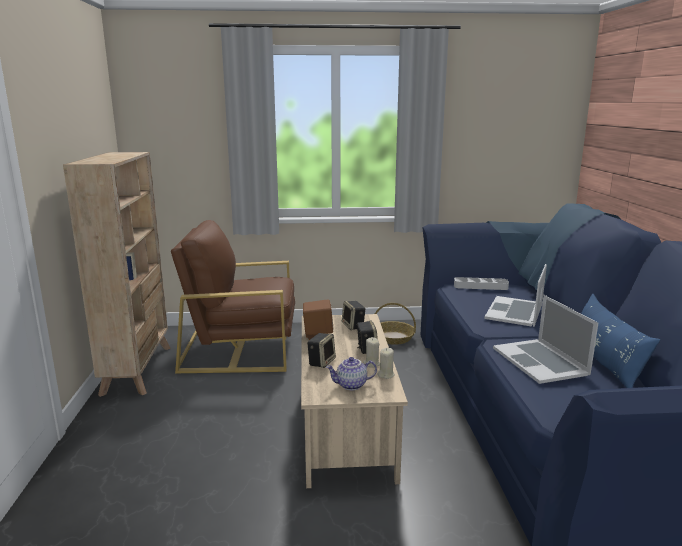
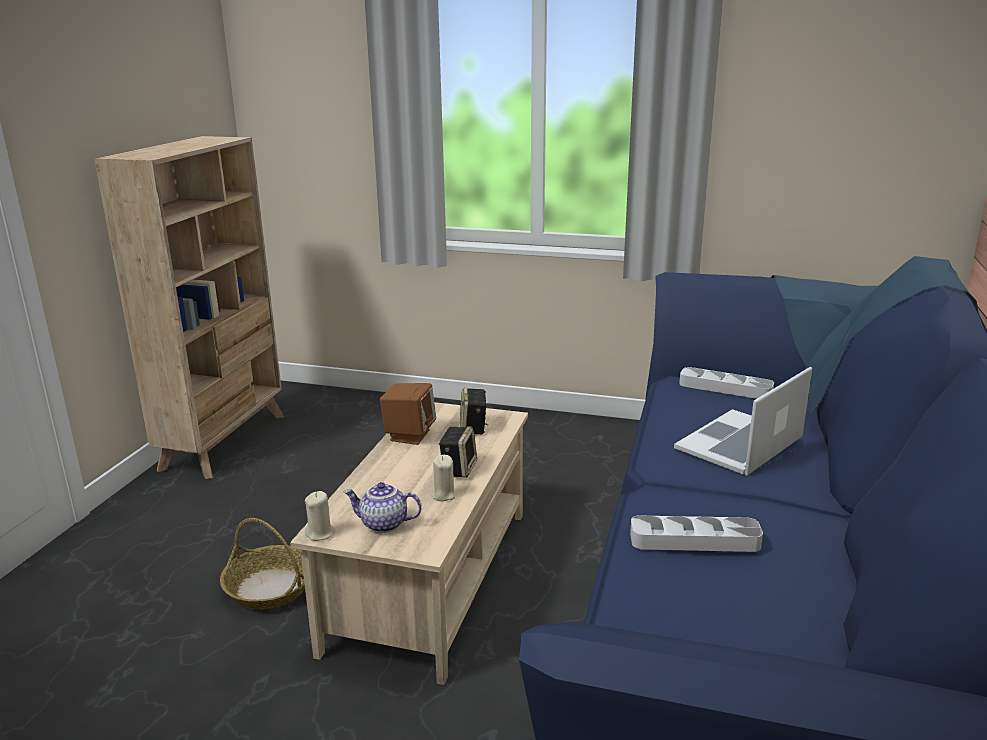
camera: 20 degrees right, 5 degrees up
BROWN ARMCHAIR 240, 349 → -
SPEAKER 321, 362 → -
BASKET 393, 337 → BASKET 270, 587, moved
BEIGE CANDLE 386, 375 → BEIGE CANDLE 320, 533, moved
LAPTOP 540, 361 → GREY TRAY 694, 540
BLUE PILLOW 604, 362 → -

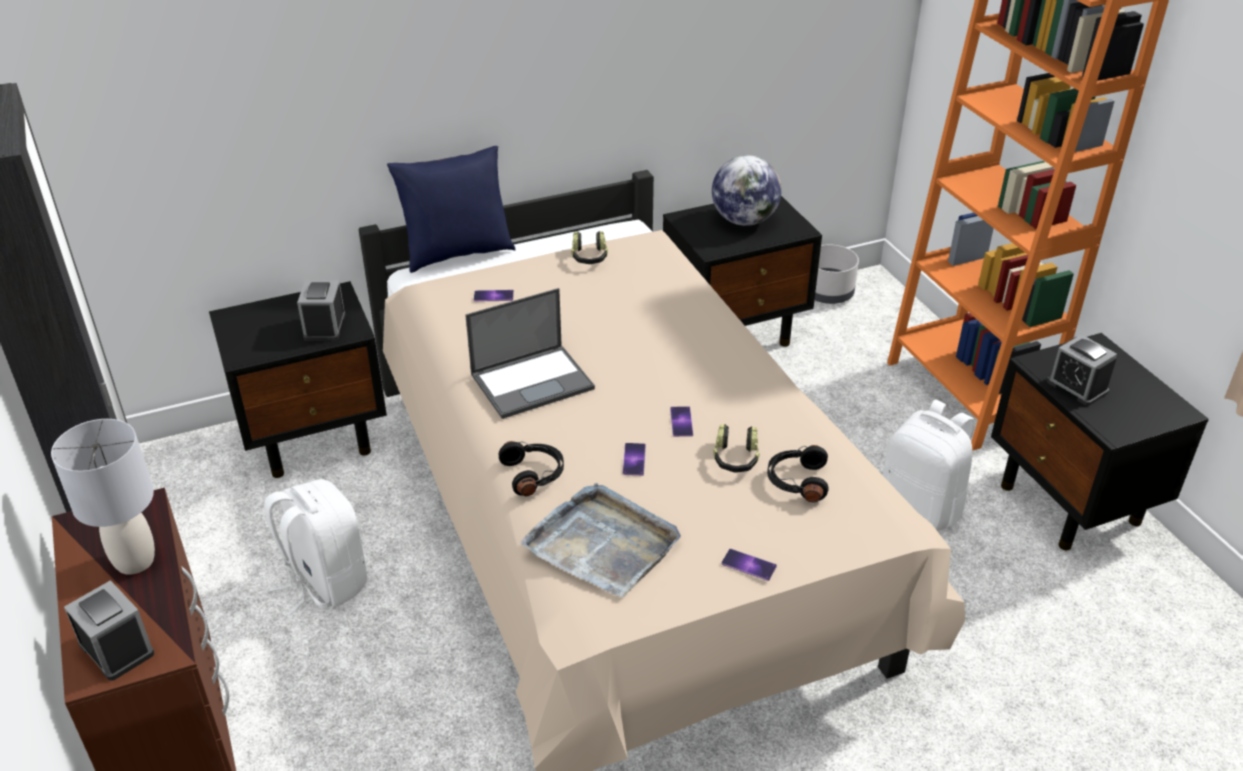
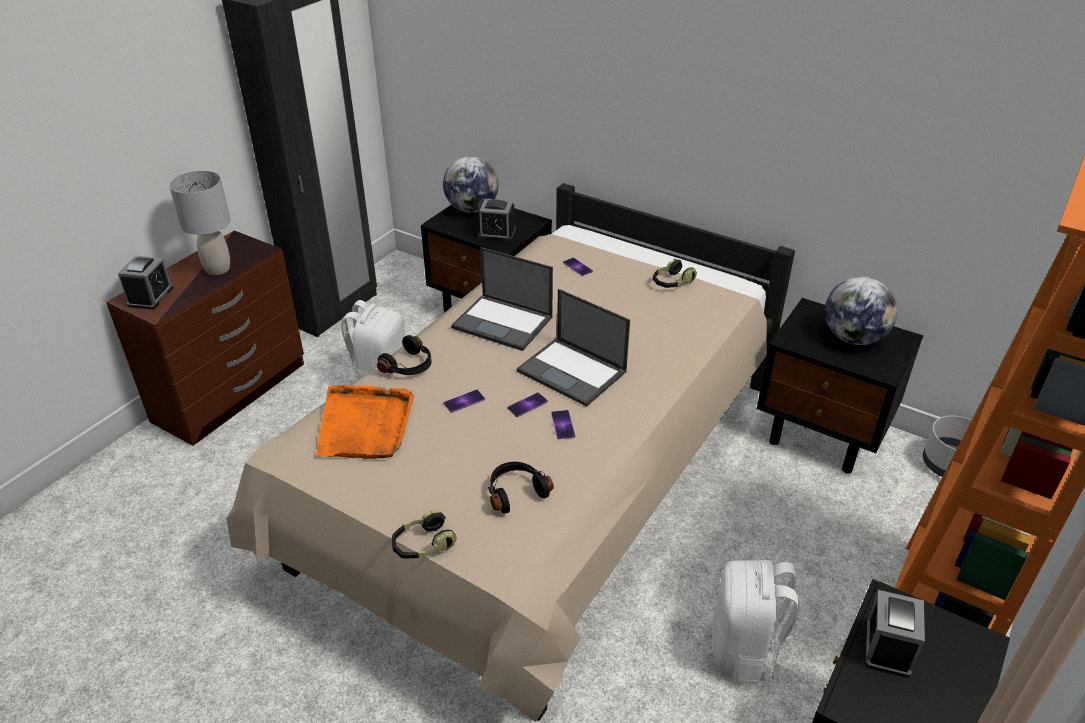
camera: 55 degrees right, 0 degrees up
ALARM CLOCK 325, 326 → ALARM CLOCK 497, 233, 135 degrees counterclockwise
BLUE PILLOW 457, 253 → -
GREY TRAY 603, 543 → ORANGE TRAY 365, 425
HEADPHONES 735, 459 → HEADPHONES 423, 545, moved
PHONE 748, 565 → PHONE 563, 424, moved
- → GLOBE 472, 209
- → LAPTOP 573, 372

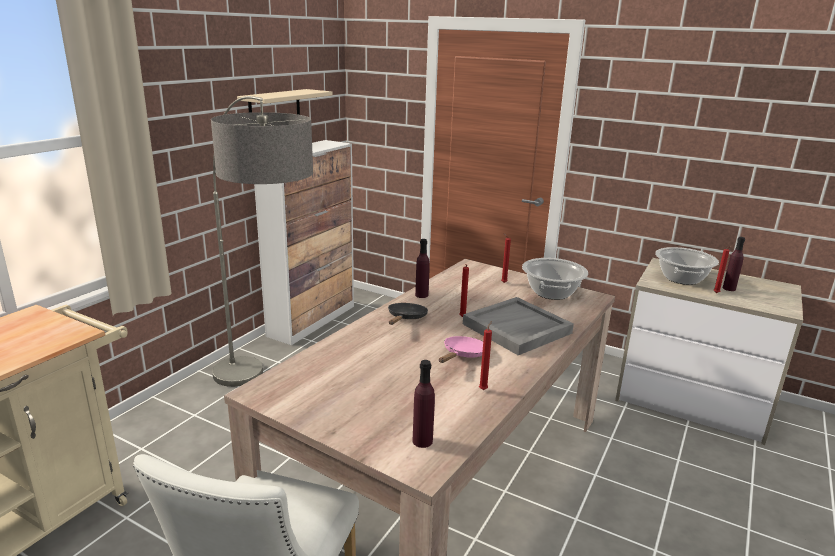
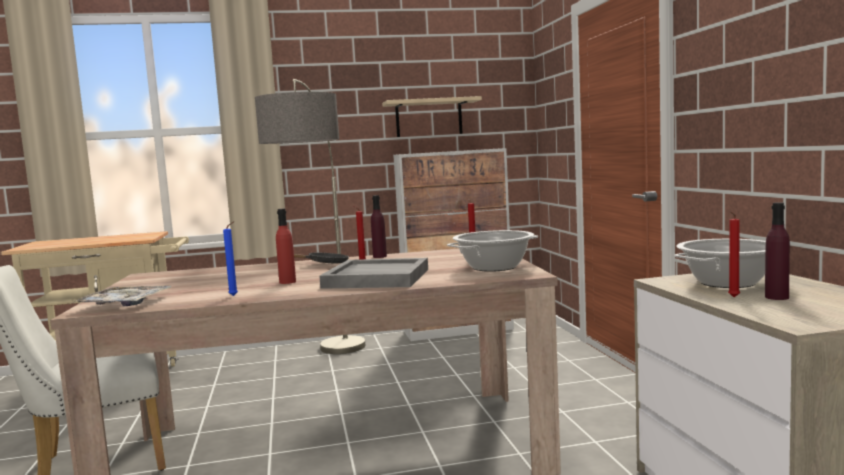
camera: 50 degrees right, 15 degrees down
PURPLE BOTTLE 422, 441 → TRAY 125, 303
PINK FRYING PAN 463, 355 → RED BOTTLE 287, 282
RED CANDLE 483, 389 → BLUE CANDLE 235, 295

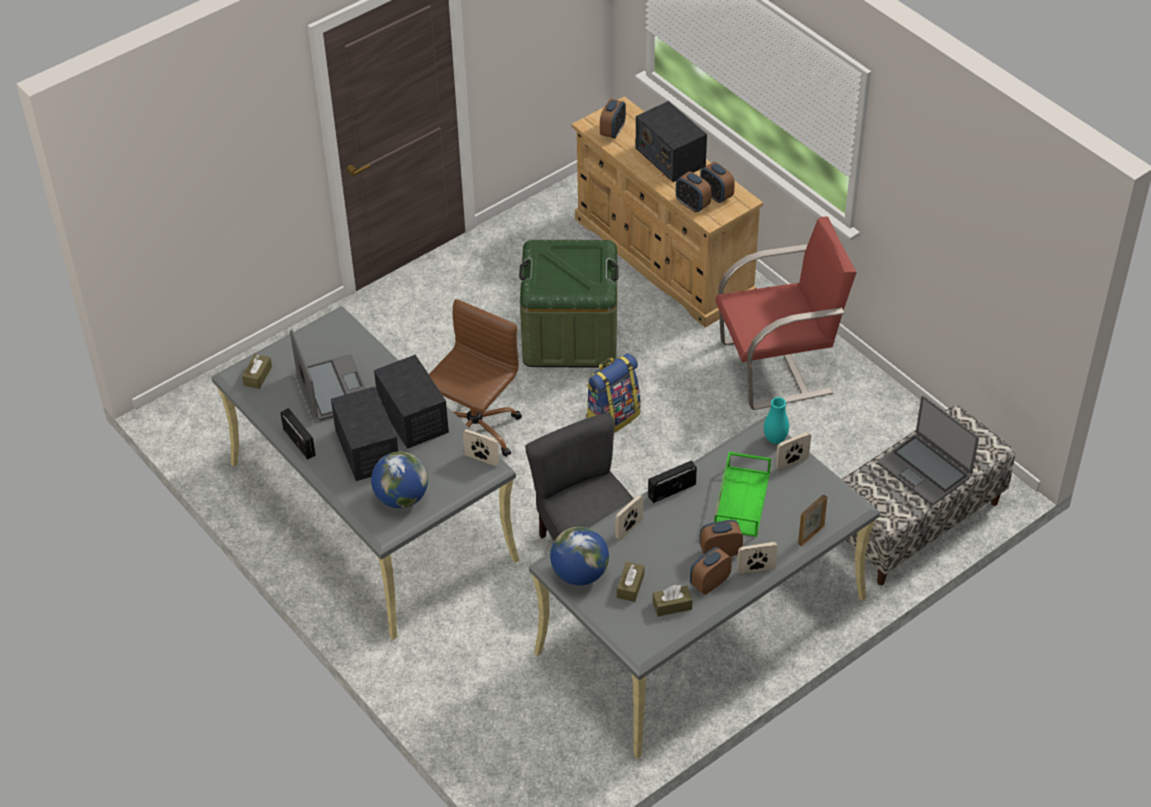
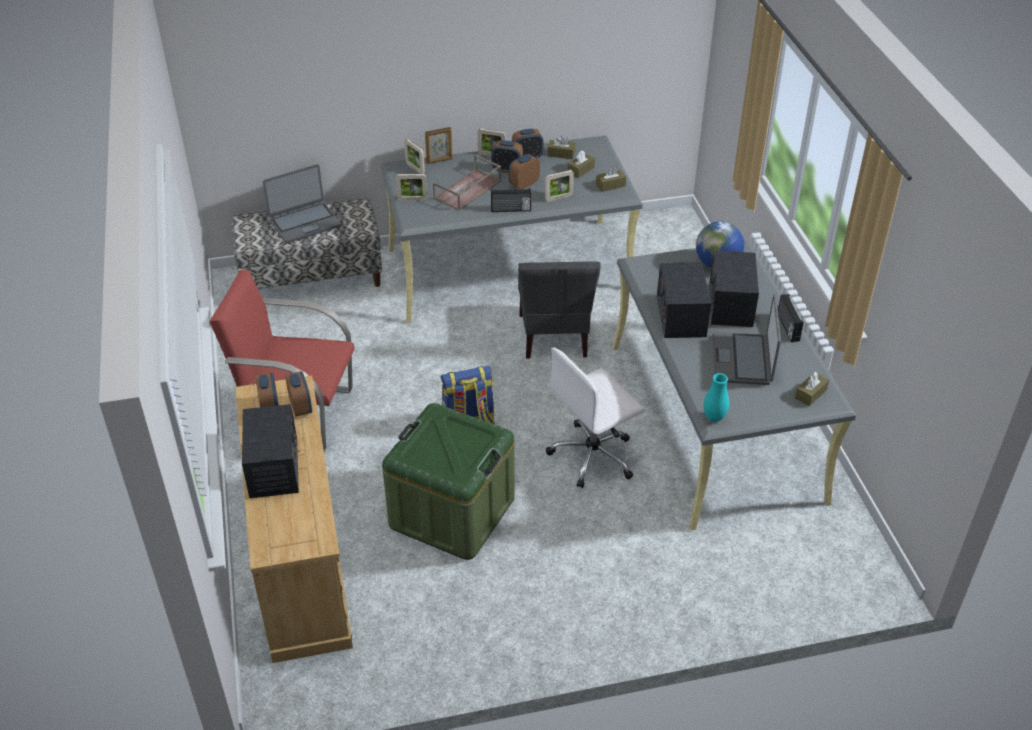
camera: 155 degrees left, 5 degrees down
BROWN OFFICE CHAIR 474, 430 → WHITE OFFICE CHAIR 593, 456
PICTURE FRAME 482, 459 → PICTURE FRAME 415, 168, moved
GLOBE 580, 574 → BROWN TISSUE BOX 610, 185
ALARM CLOCK 612, 131 → ALARM CLOCK 524, 184, moved
GREEN TRAY 741, 500 → BROWN TRAY 467, 190
TURQUOISE VASE 775, 439 → TURQUOISE VASE 714, 417, moved
LAPTOP 925, 470 → LAPTOP 304, 223, 75 degrees clockwise

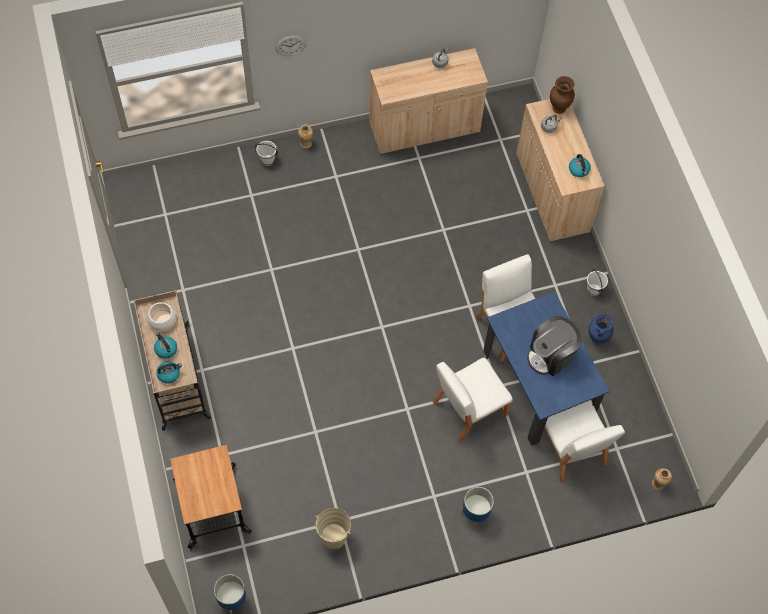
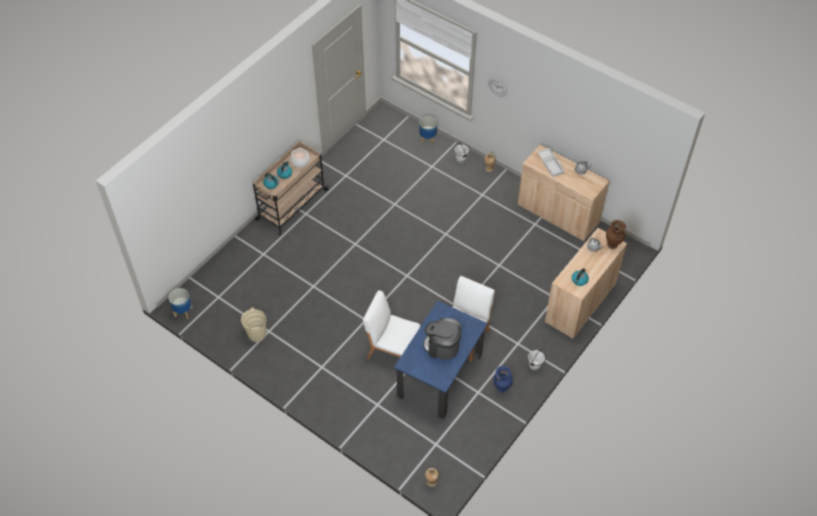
camera: 55 degrees right, 10 degrees down
CART 211, 506 → -
PLANTER 475, 513 → PLANTER 427, 139, moved
WHITE CHAIR 571, 449 → -
- → WHITE TRAY 551, 164

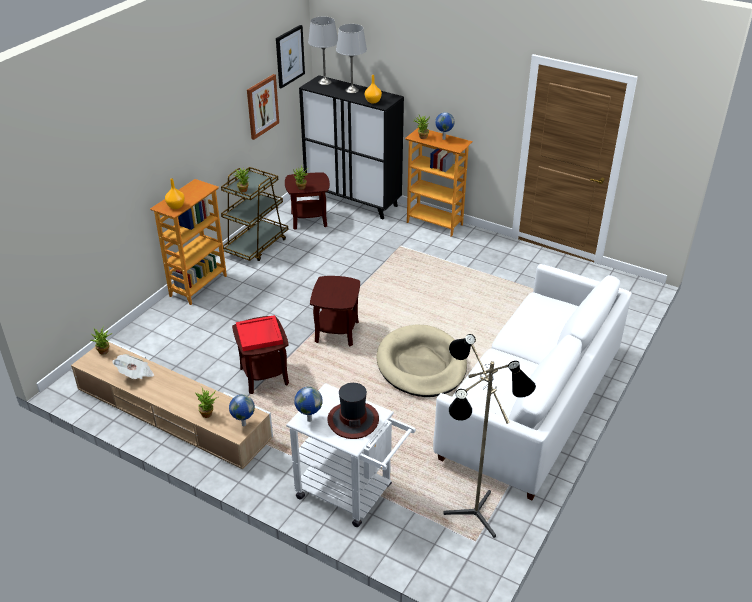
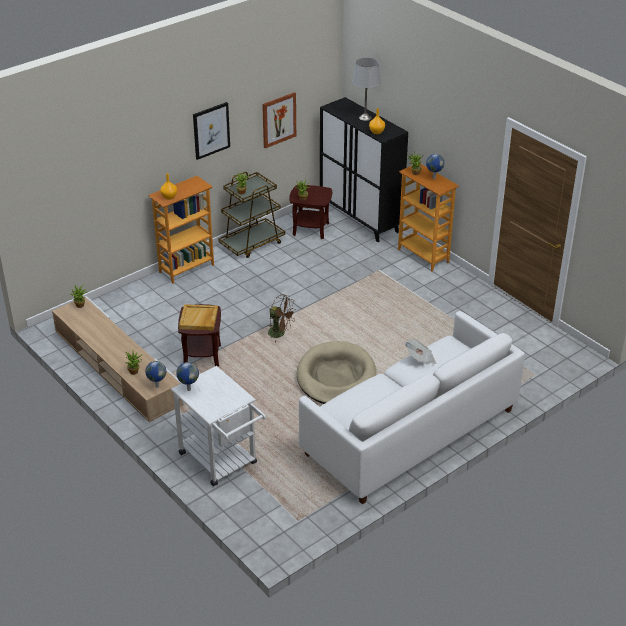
camera: 20 degrees right, 0 degrees up
NEWSPAPER 135, 374 → NEWSPAPER 420, 359, moved
RED TRAY 259, 335 → BEIGE TRAY 199, 319
PICTURE 289, 56 → PICTURE 211, 130, moved
GREY TABLE LAMP 324, 82 → -
BROWN SIDE TABLE 336, 332 → BROWN FAN 280, 333
HAT 353, 420 → -
FLOOR LAMP 470, 517 → -

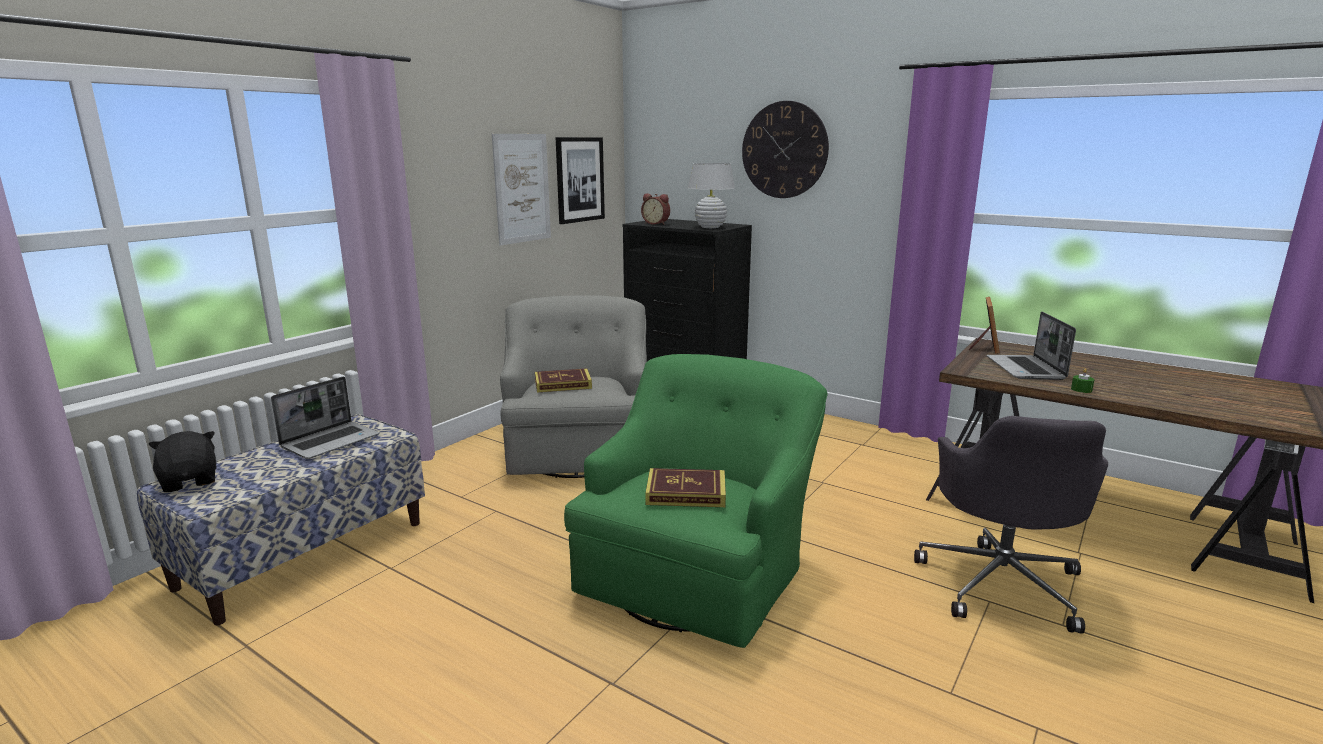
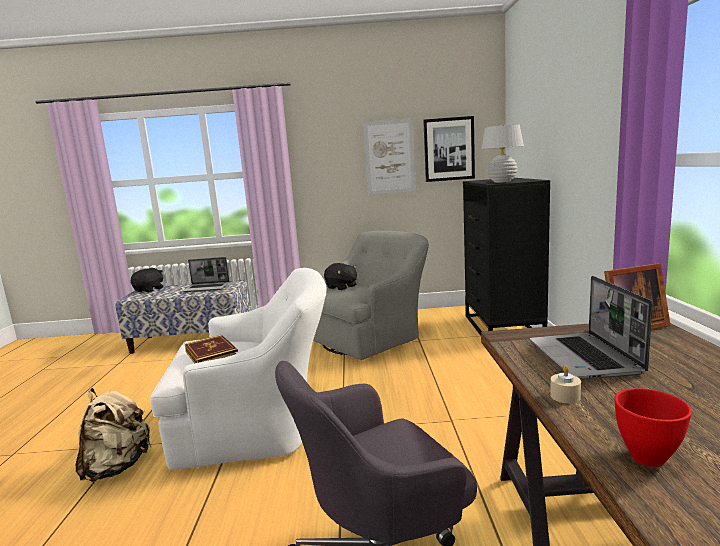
camera: 55 degrees right, 5 degrees down
BOOK 563, 384 → BLACK PLUSH TOY 341, 287
GREEN ARMCHAIR 698, 571 → WHITE ARMCHAIR 259, 424
ALARM CLOCK 656, 223 → -
WALL CLOCK 784, 150 → -
LAPTOP 1026, 369 → LAPTOP 585, 358, 60 degrees counterclockwise
GREEN CANDLE 1081, 389 → BEIGE CANDLE 565, 396
- → BEIGE BACKPACK 118, 467
- → RED BOWL 645, 457

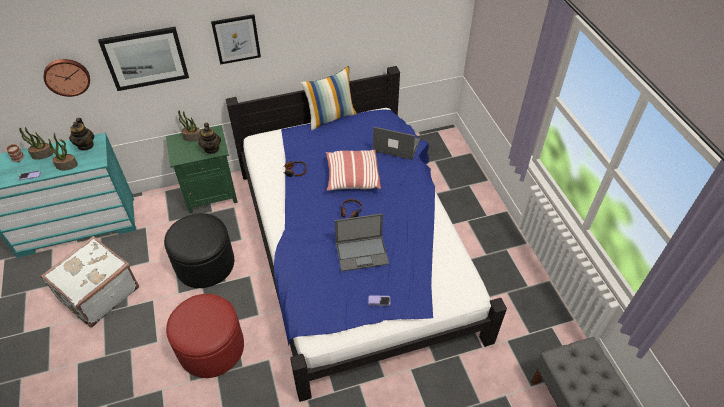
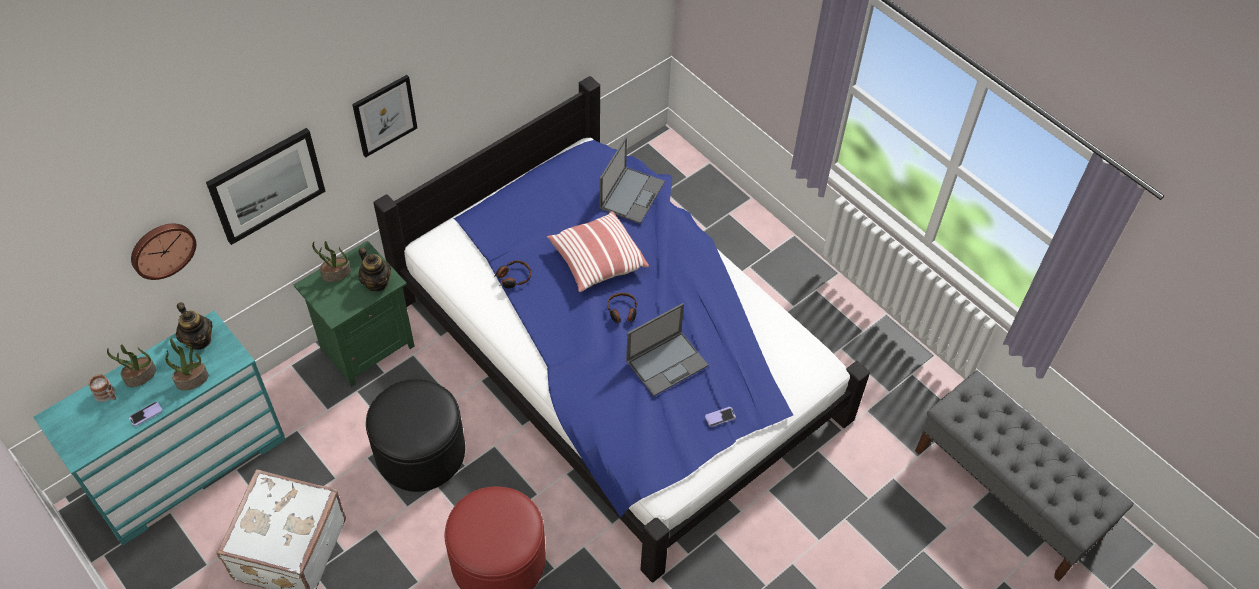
camera: 25 degrees left, 5 degrees up
PILLOW 331, 117 → -
LAPTOP 395, 145 → LAPTOP 632, 194, 120 degrees clockwise

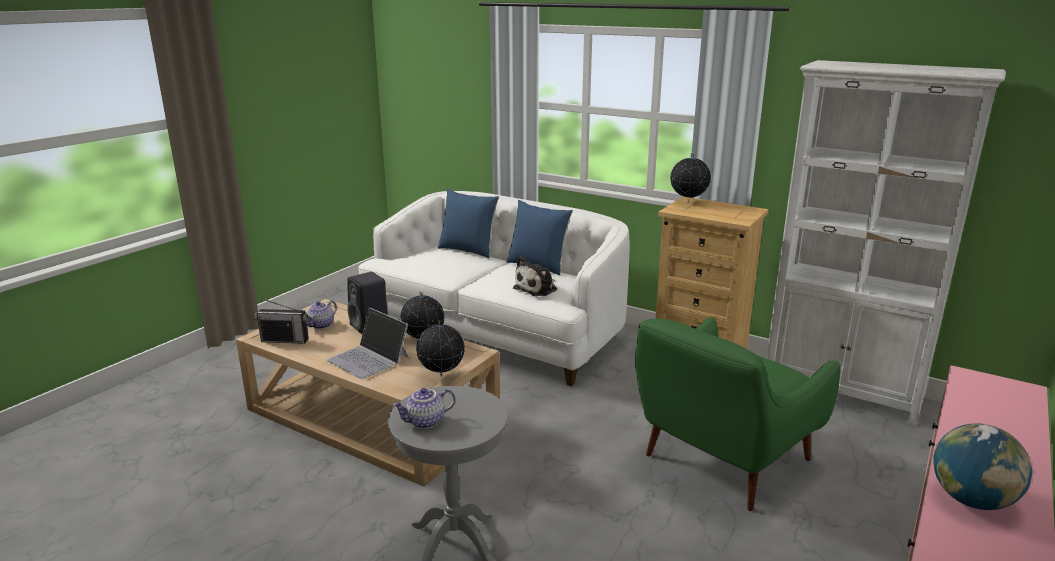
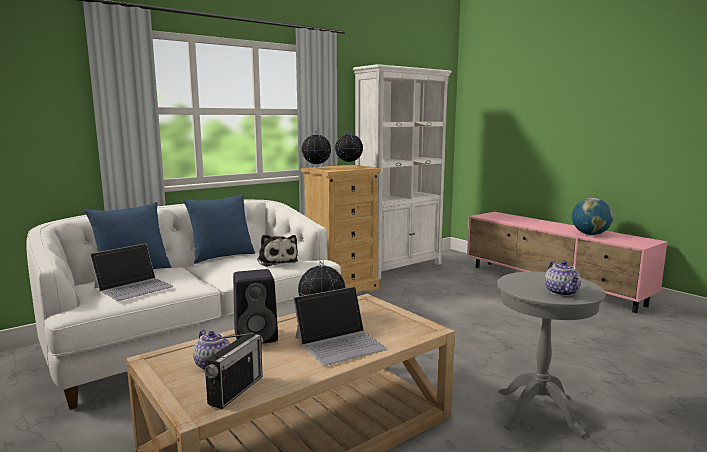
camera: 70 degrees left, 10 degrees down
GLOBE 441, 375 → GLOBE 349, 165, moved
GREEN ARMCHAIR 722, 461 → -
- → LAPTOP 134, 287

